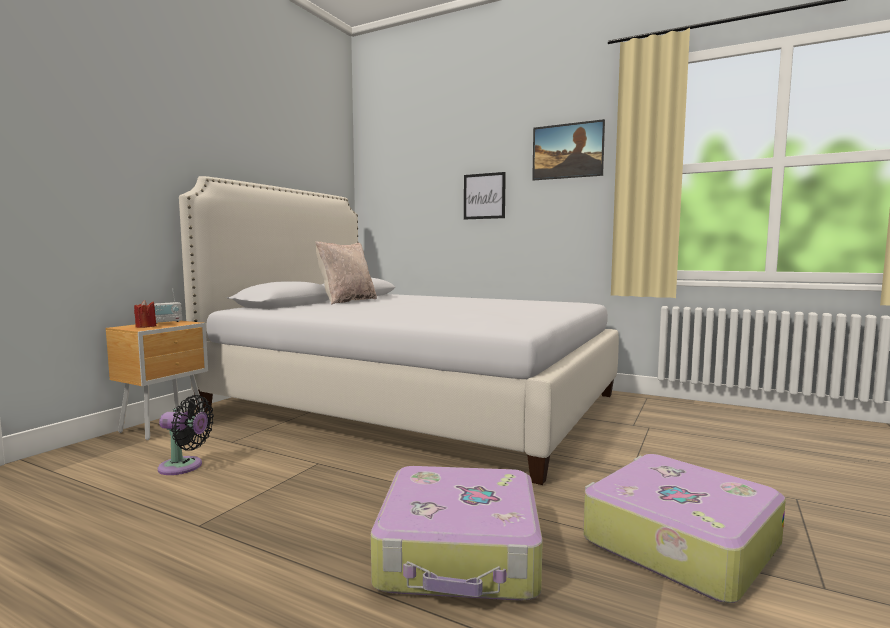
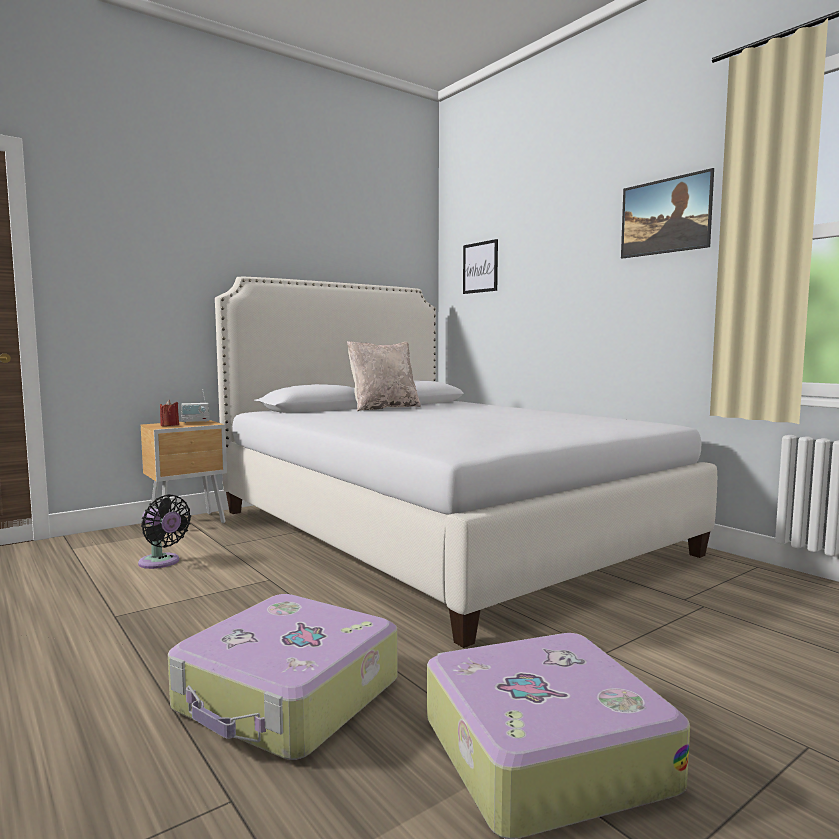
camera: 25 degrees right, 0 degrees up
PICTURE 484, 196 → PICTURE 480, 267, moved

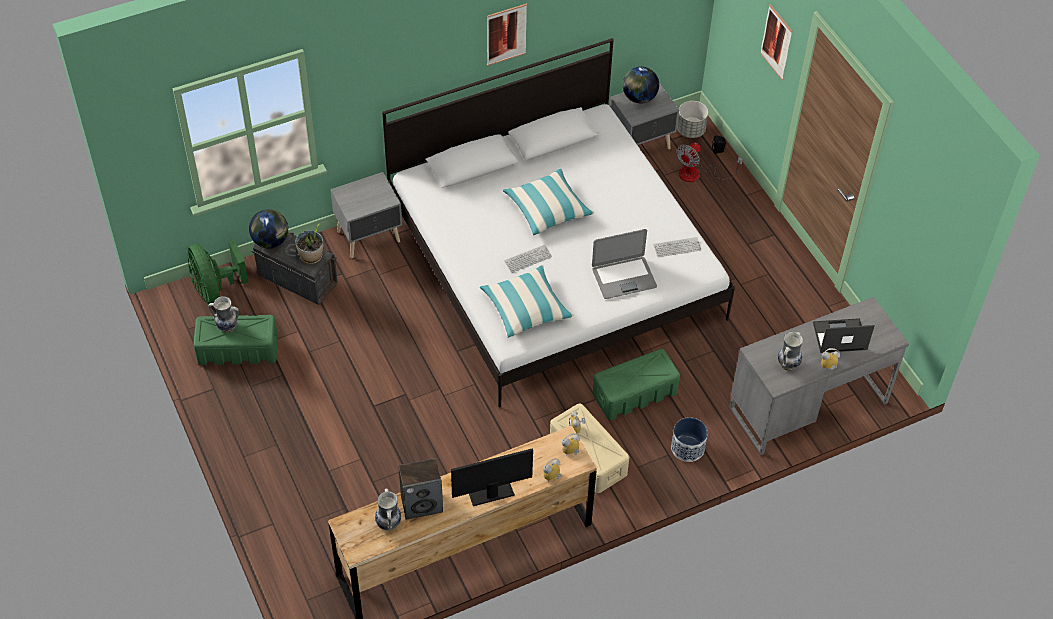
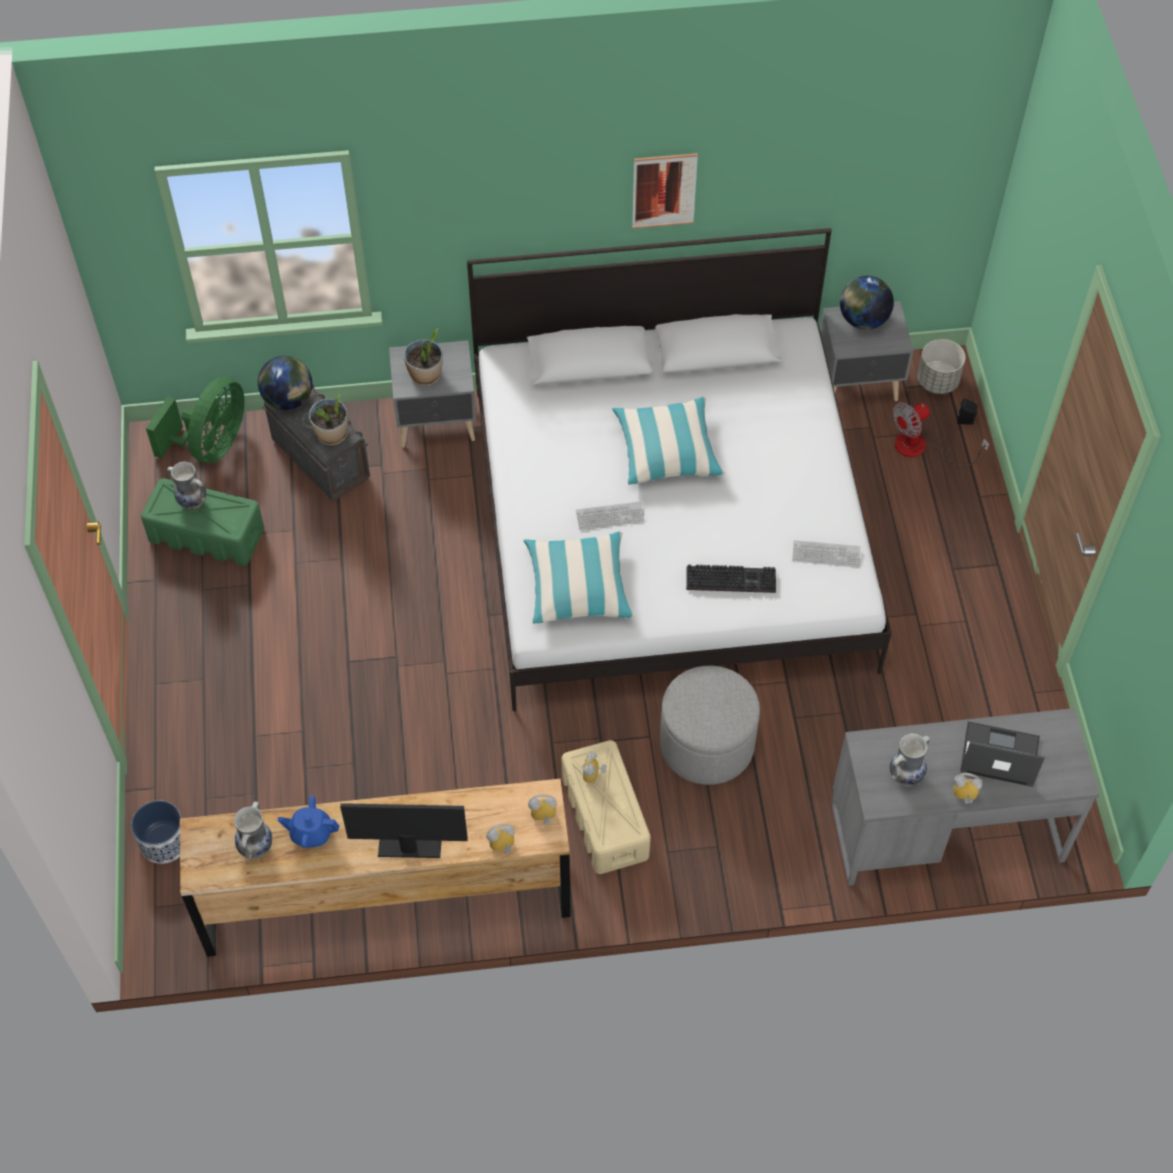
camera: 20 degrees right, 5 degrees up
GREEN FAN 216, 290 → GREEN FAN 211, 445, 150 degrees counterclockwise
SPEAKER 422, 504 → BLUE TEAPOT 311, 833
LAPTOP 623, 277 → KEYBOARD 732, 578
GREEN STORAGE BOX 635, 393 → GREY OTTOMAN 707, 744
PLANTER 687, 448 → PLANTER 164, 842, moved
PICTURE 776, 42 → -
- → POTTED PLANT 425, 375

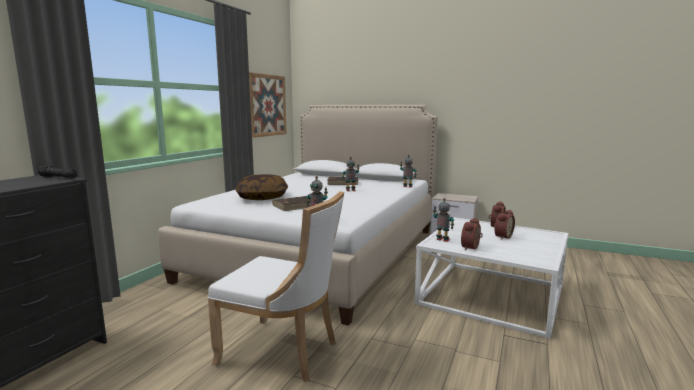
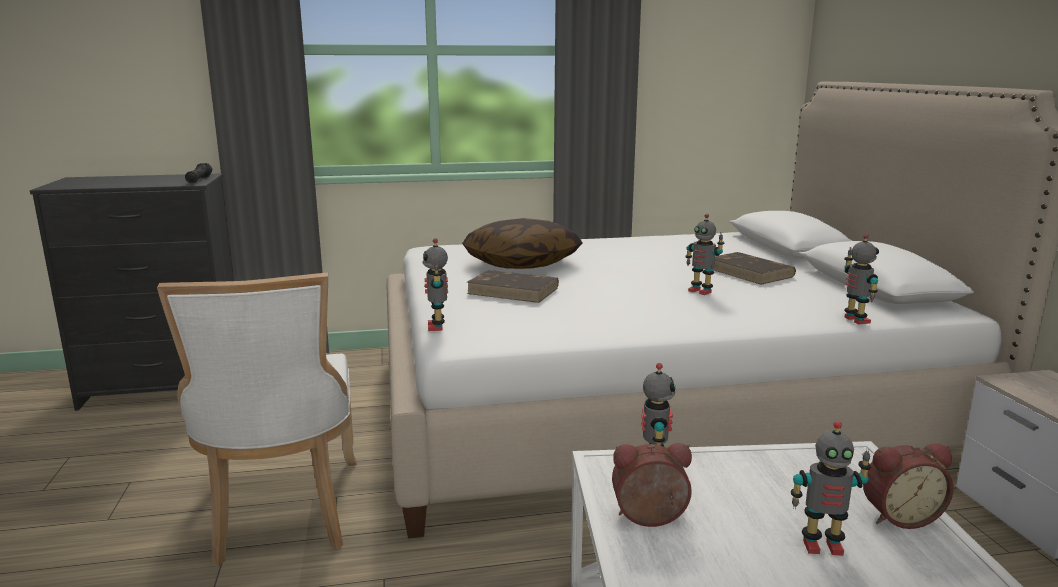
camera: 55 degrees right, 5 degrees up
PICTURE 267, 105 → -
ALARM CLOCK 502, 236 → TOY ROBOT 822, 545

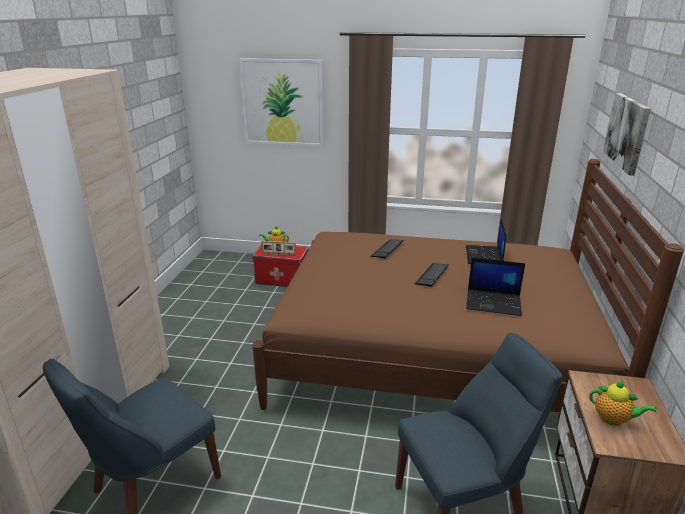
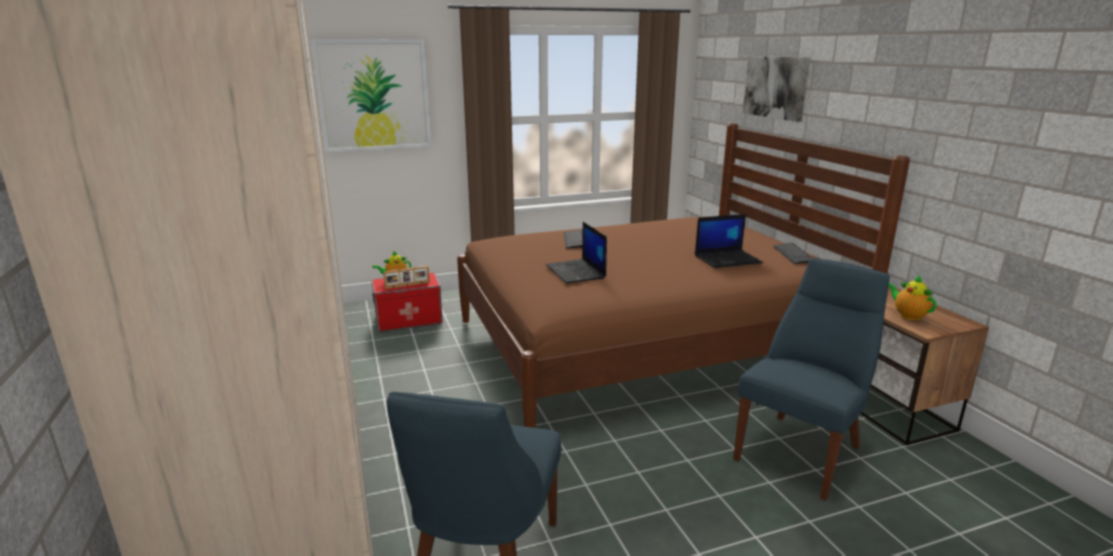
camera: 30 degrees left, 5 degrees down
KEYBOARD 432, 275 → KEYBOARD 792, 254, moved
LAPTOP 484, 256 → LAPTOP 576, 272, moved
TEAPOT 613, 419 → TEAPOT 907, 315, 120 degrees counterclockwise

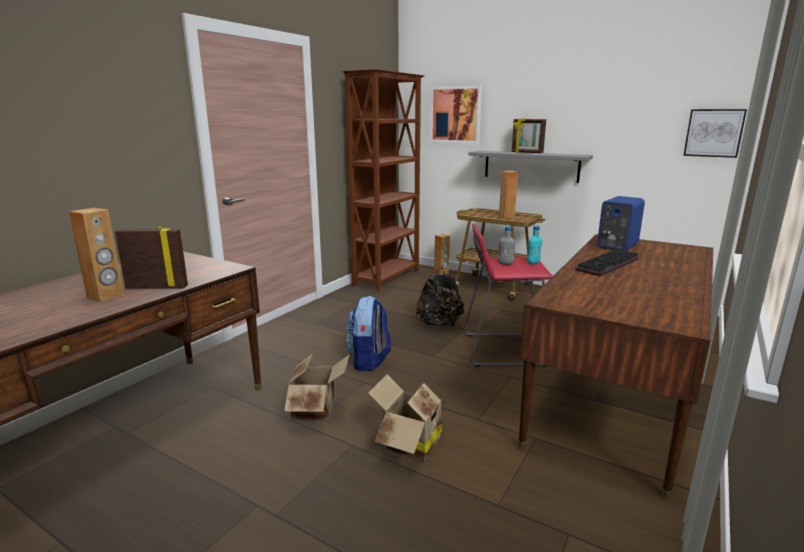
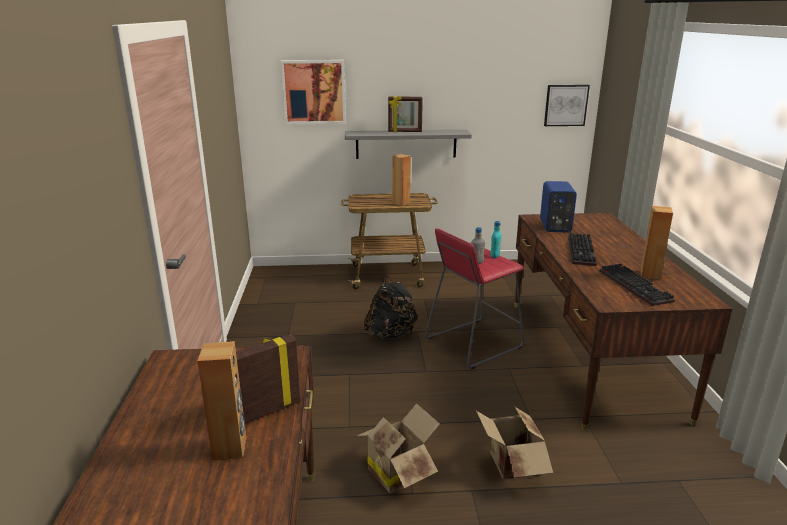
camera: 35 degrees left, 5 degrees up
BROWN BOOKCASE 388, 277 → -
BACKPACK 369, 361 → -
BROWN SPEAKER 441, 273 → BROWN SPEAKER 650, 274, moved
- → KEYBOARD 637, 286

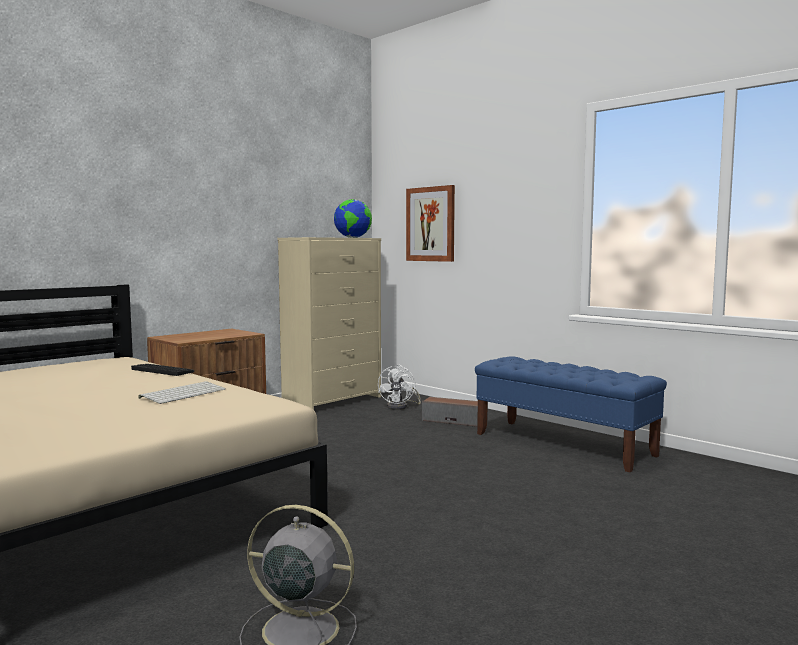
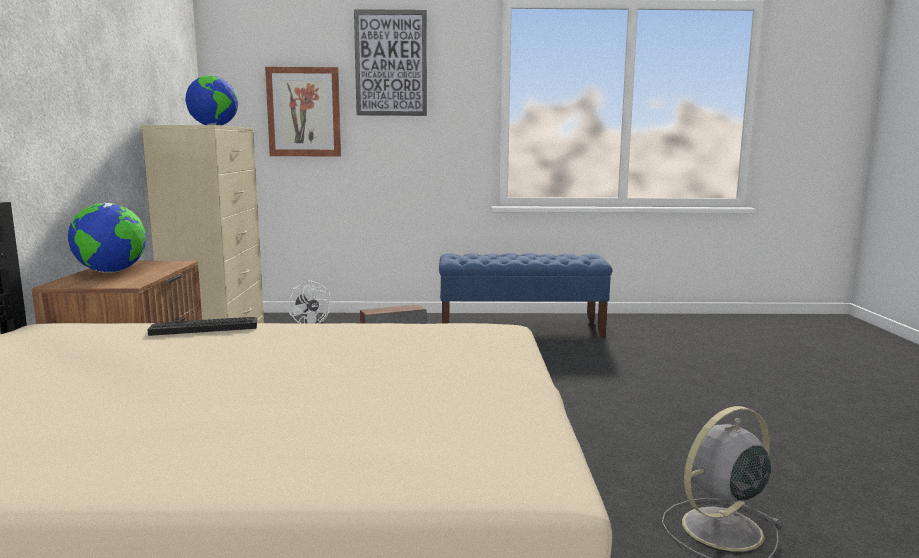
camera: 45 degrees left, 5 degrees up
KEYBOARD 183, 393 → -
- → GLOBE 111, 272
- → PICTURE 391, 63

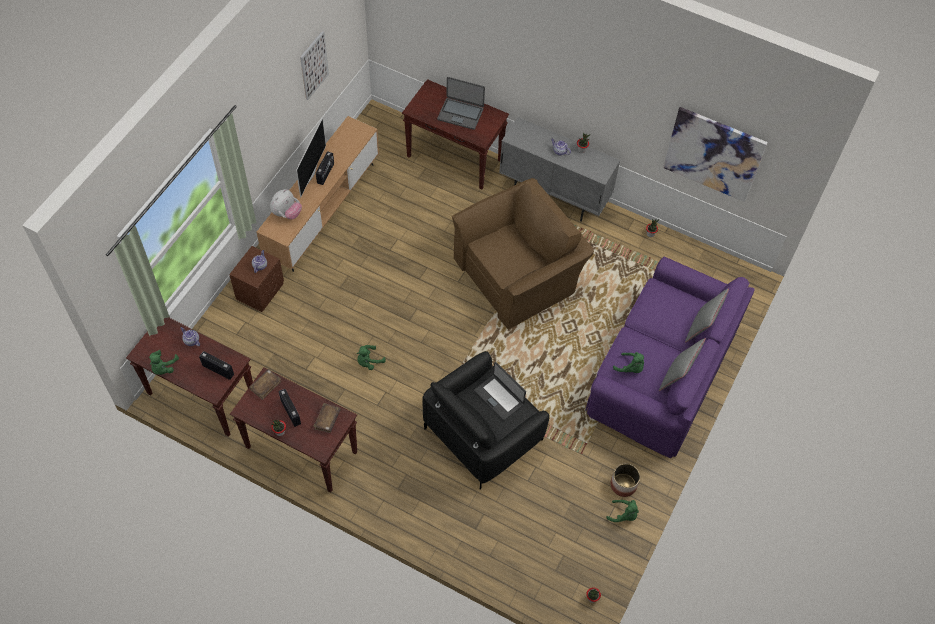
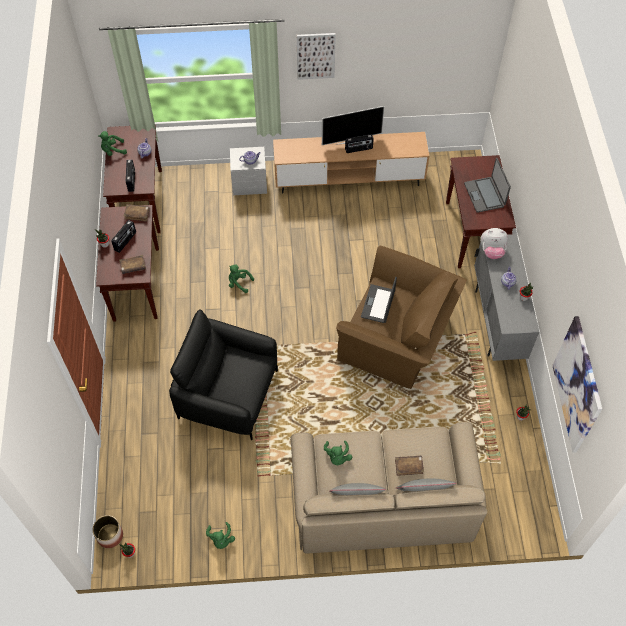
camera: 60 degrees right, 0 degrees up
BROWN NIGHTSTAND 260, 291 → GREY NIGHTSTAND 249, 184
PLUSH TOY 287, 213 → PLUSH TOY 492, 251, moved
PICTURE 313, 65 → PICTURE 315, 56, moved
LAPTOP 499, 397 → LAPTOP 378, 304, moved
PURPLE SOFA 661, 372 → BEIGE SOFA 382, 499
PLANTER 623, 485 → PLANTER 109, 535, moved
- → BROWN BOOK 409, 466

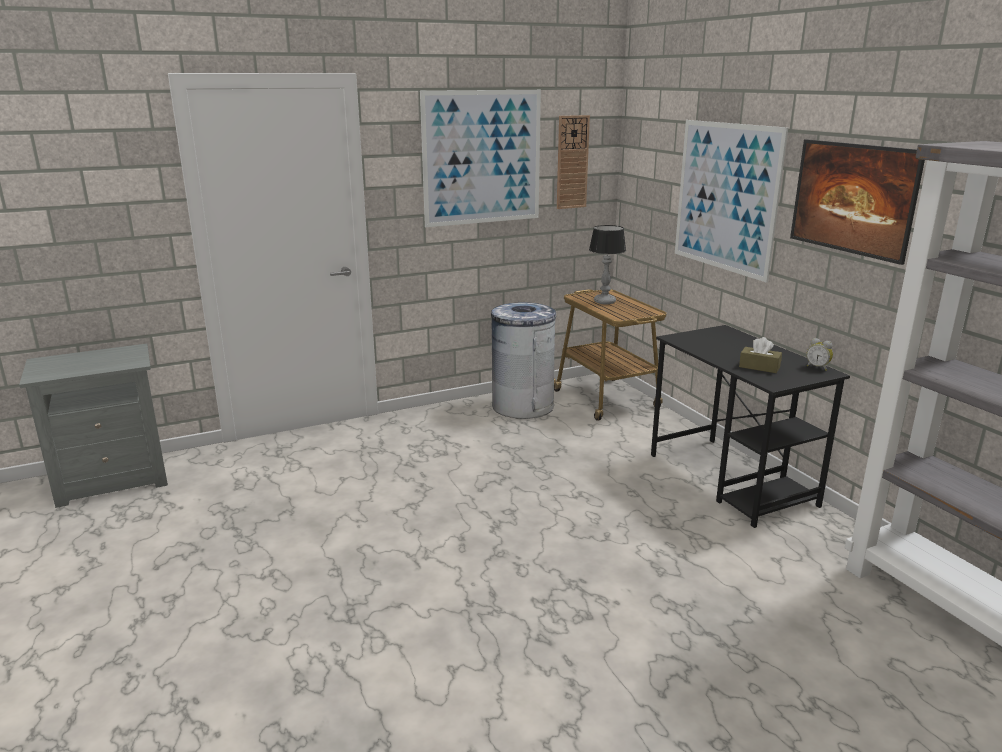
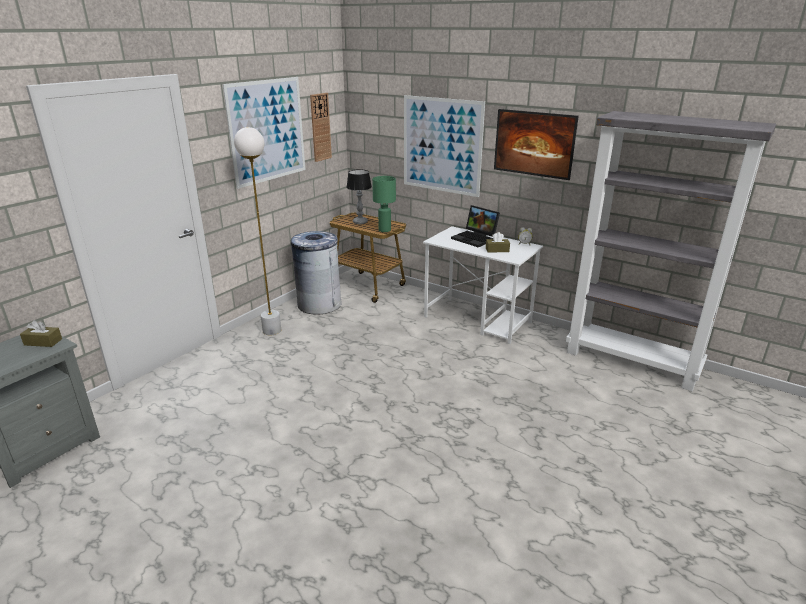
camera: 30 degrees left, 5 degrees up
BLACK DESK 731, 480 → WHITE DESK 478, 320
- → BROWN TISSUE BOX 43, 342
- → WHITE FLOOR LAMP 272, 331
- → GREEN TABLE LAMP 384, 230
- → LAPTOP 475, 239

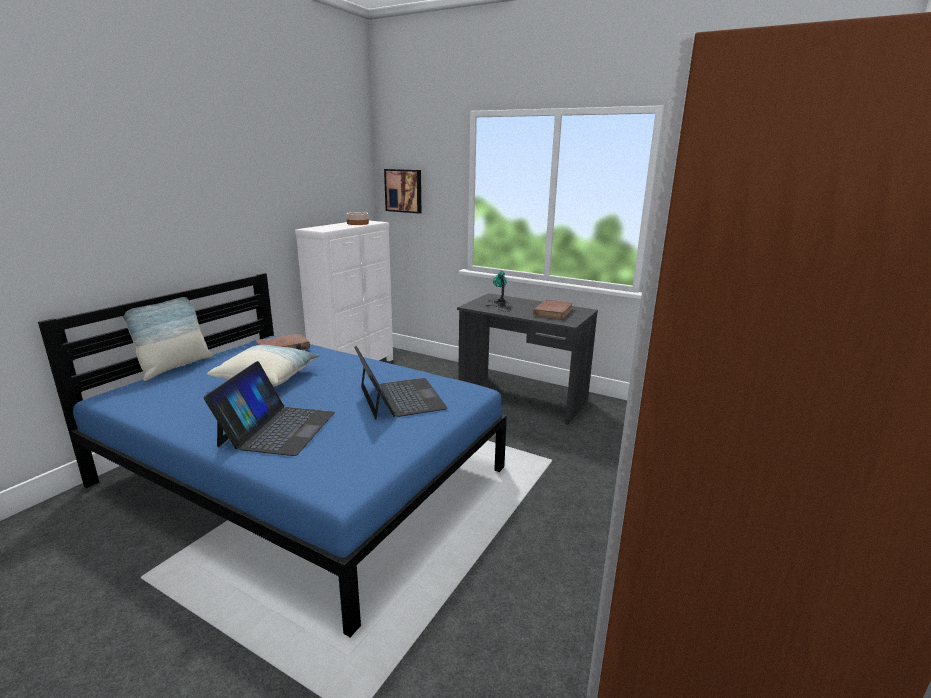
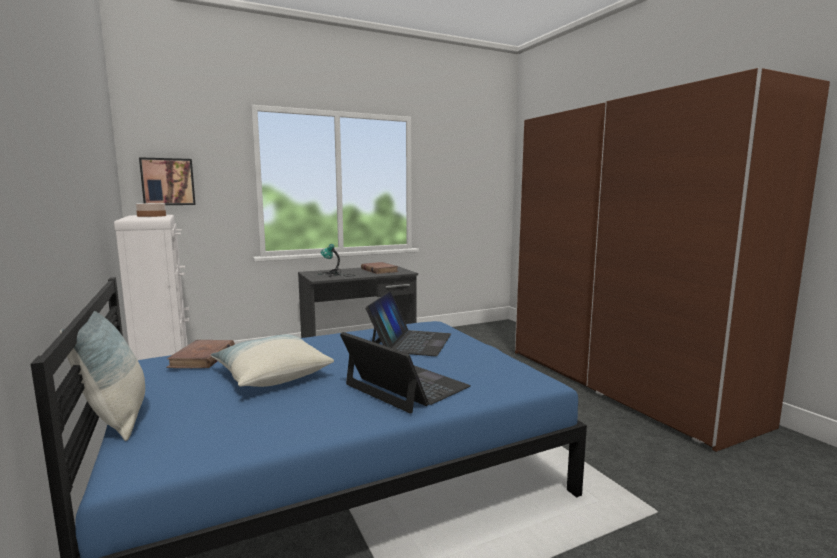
camera: 55 degrees left, 10 degrees down
LAPTOP 400, 398 → LAPTOP 411, 342, 90 degrees clockwise

